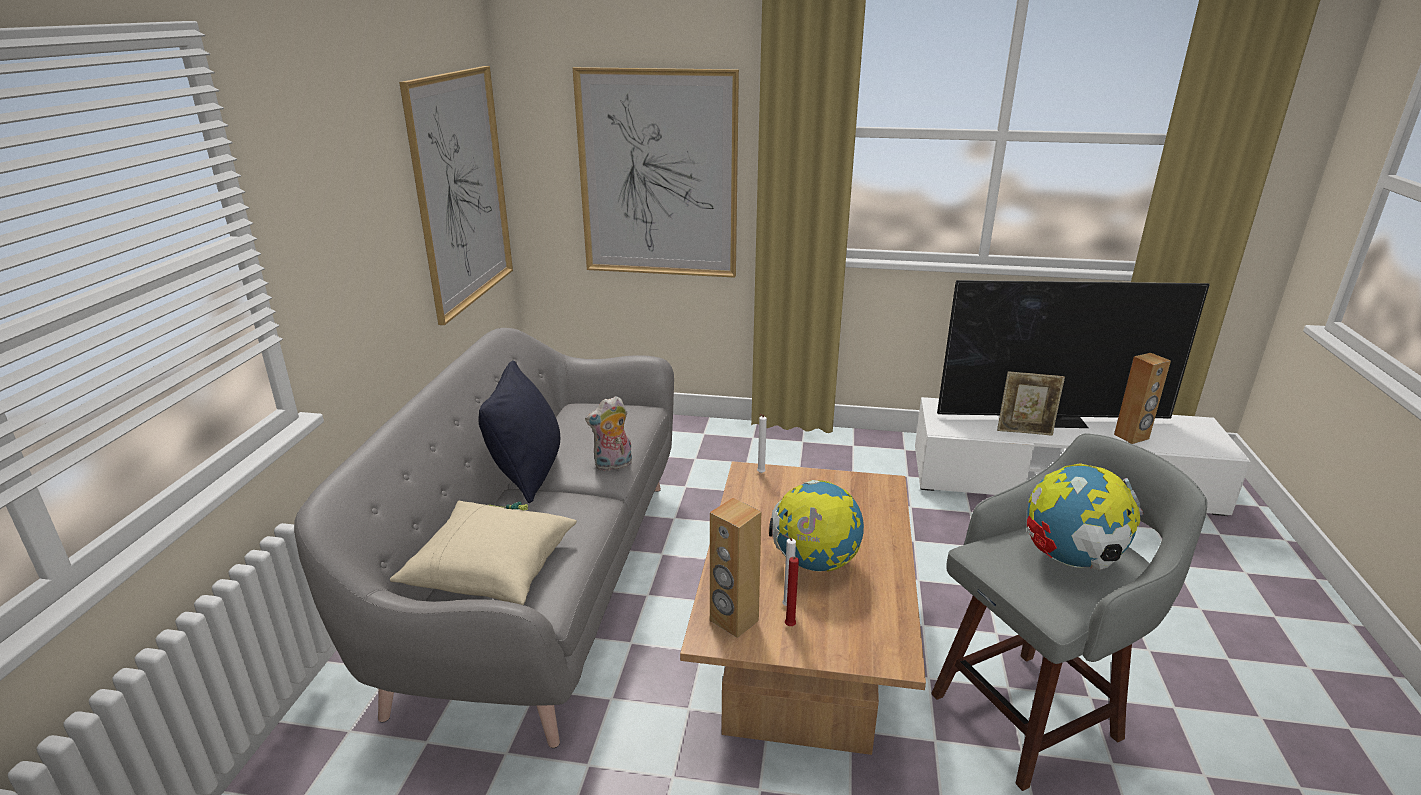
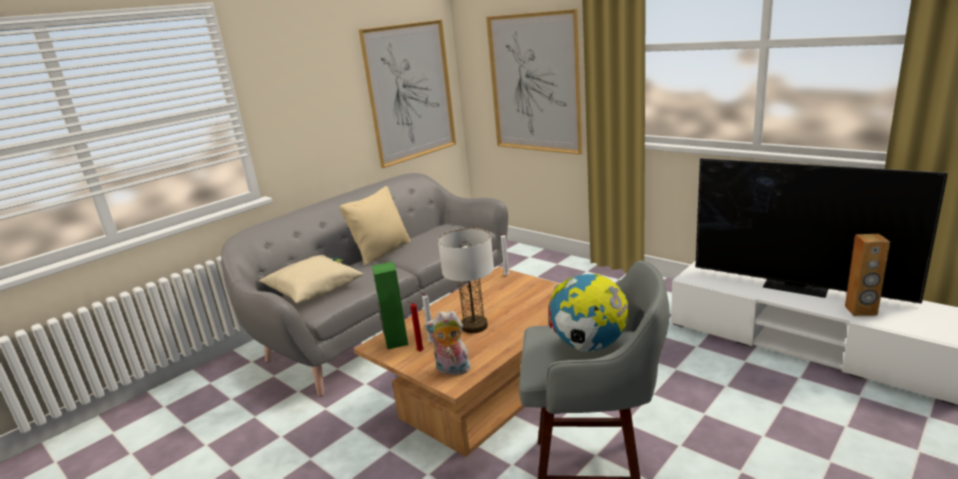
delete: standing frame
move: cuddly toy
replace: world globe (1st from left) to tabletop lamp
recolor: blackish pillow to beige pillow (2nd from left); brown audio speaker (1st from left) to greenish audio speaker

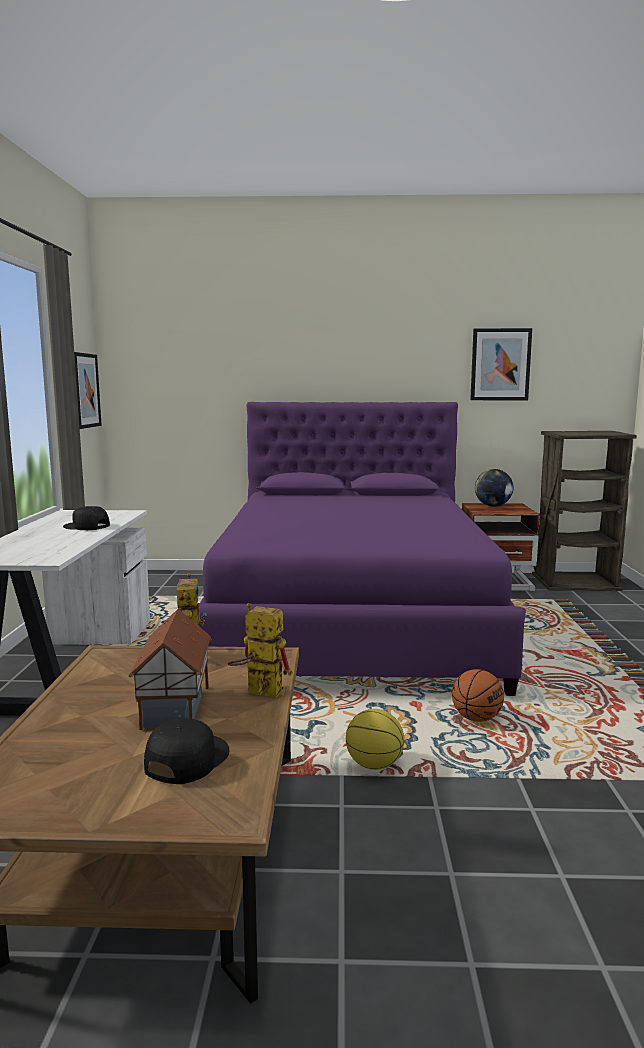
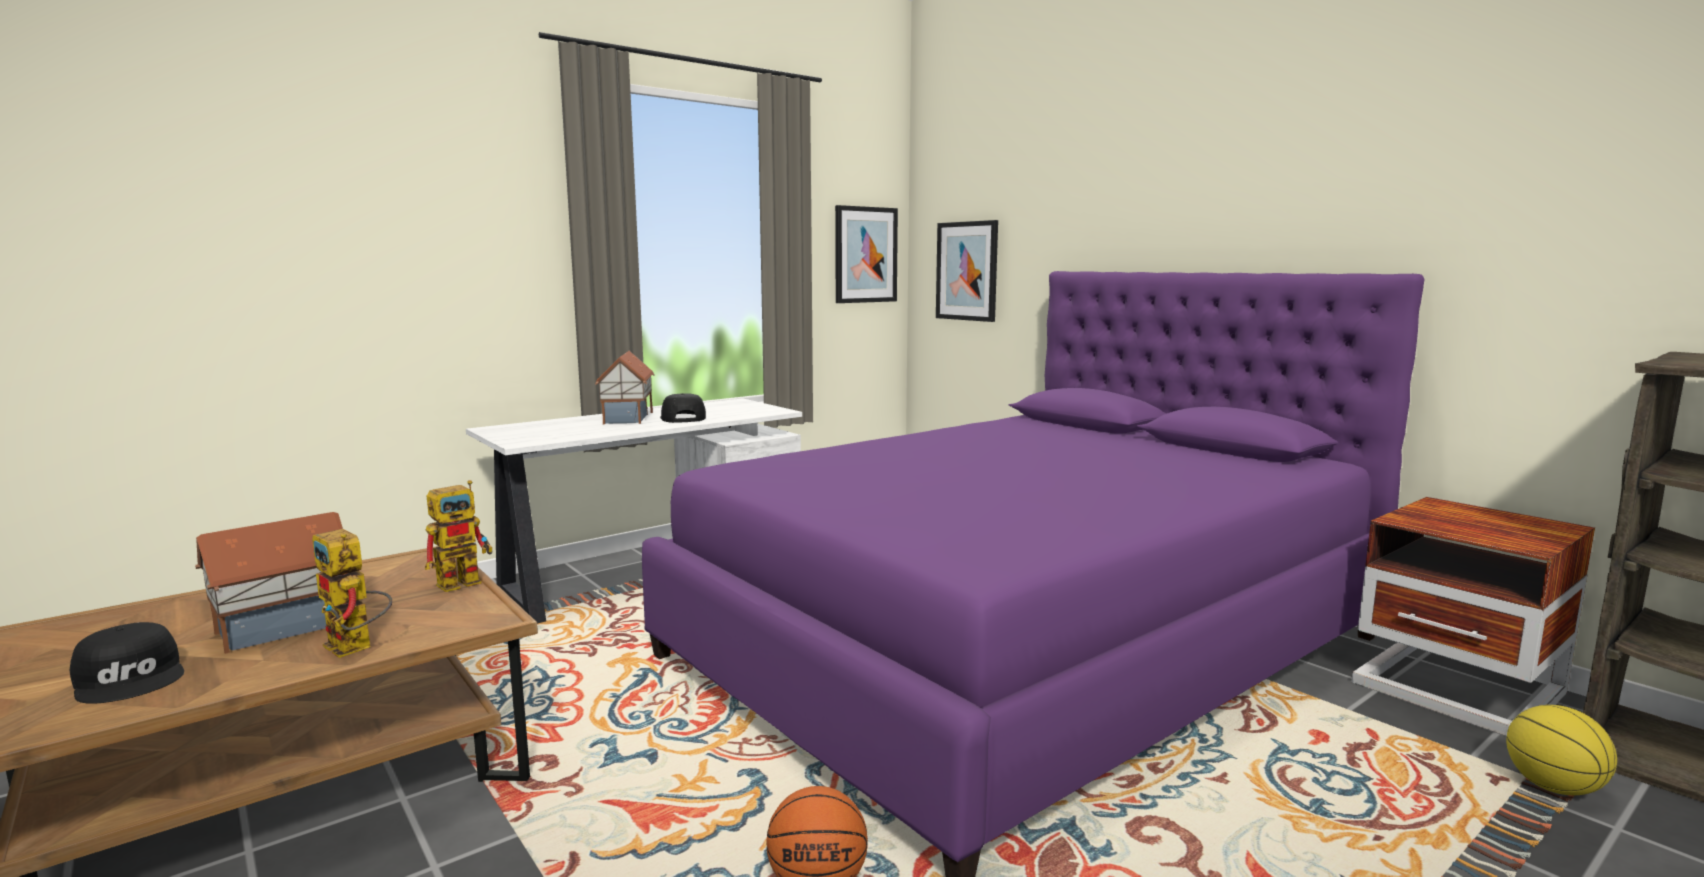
delete: world globe
insert: toy house (2nd from left)
move: wall art (2nd from left); basketball (1st from left in the first image) to basketball (2nd from left)
rotate: robot figure (2nd from left in the first image) 150 degrees clockwise; blackish baseball cap (2nd from left in the first image) 60 degrees clockwise

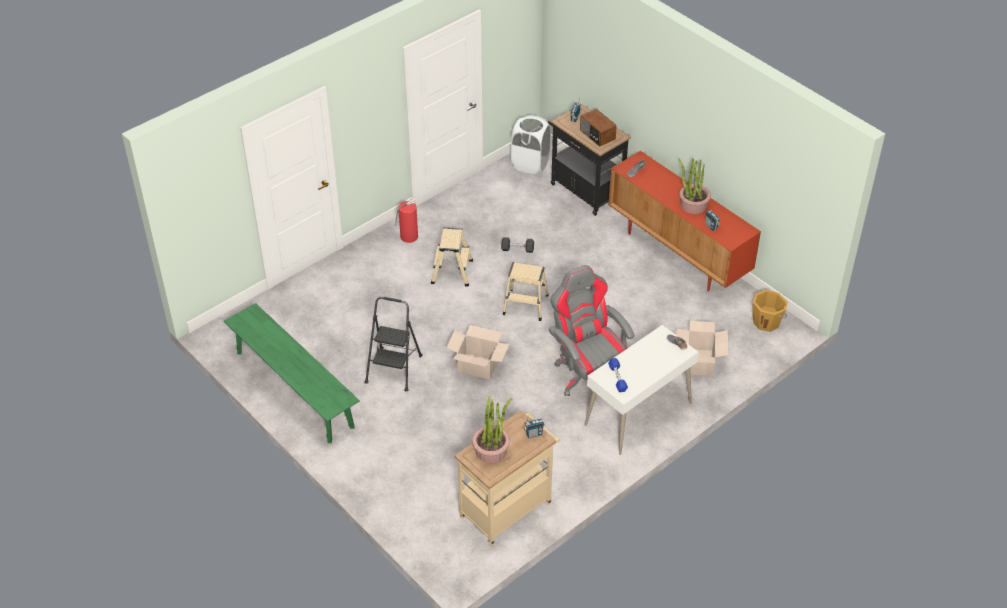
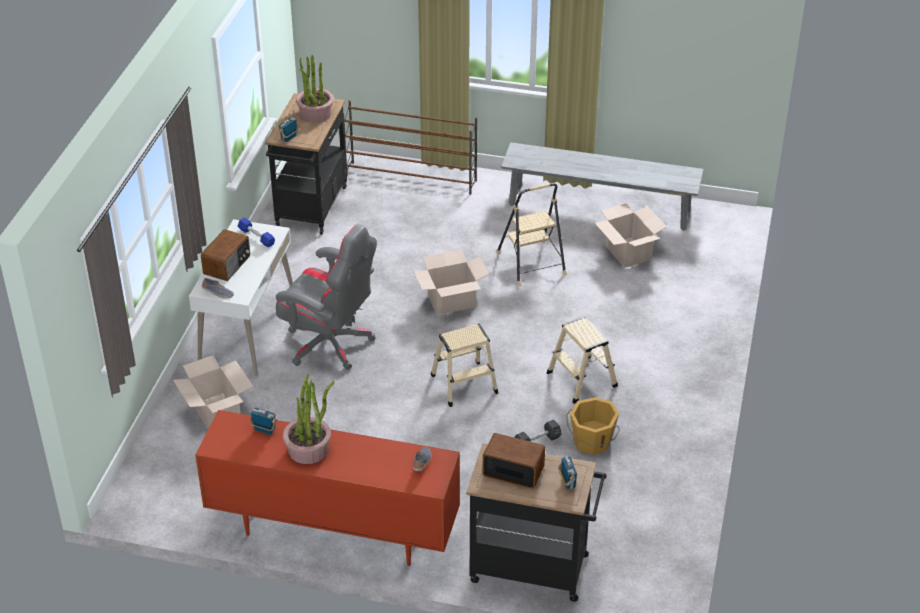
delete: white hamper; fire extinguisher
insert: brown shoe rack; carton (3rd from left); radio set (1st from left)
move: orange water bucket
recolor: blackish step stool to beige step stool (2nd from left); greenish long seat to grey long seat; beige cart to blackish cart (1st from left)

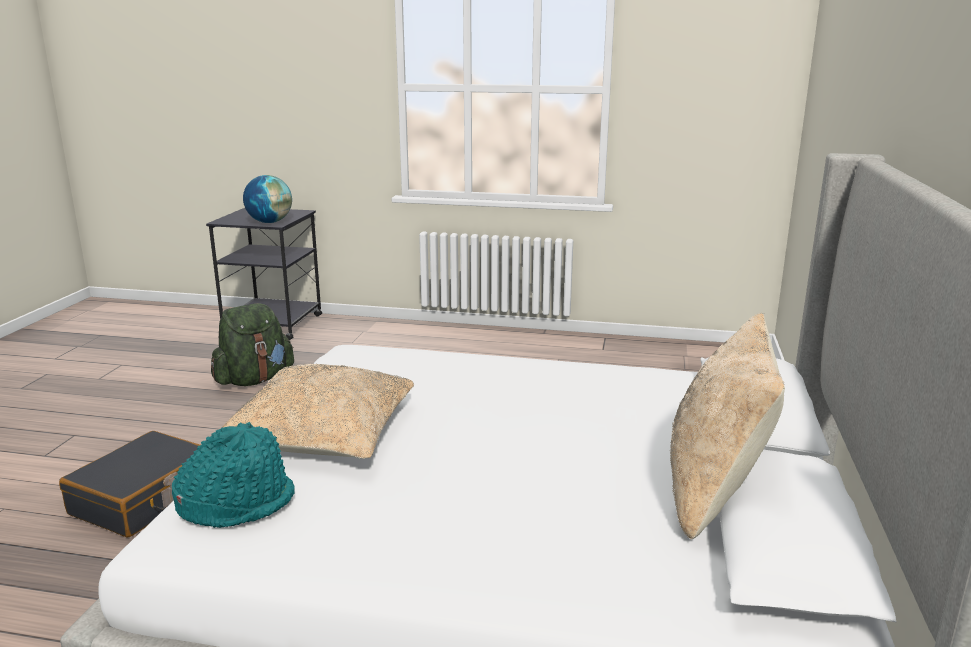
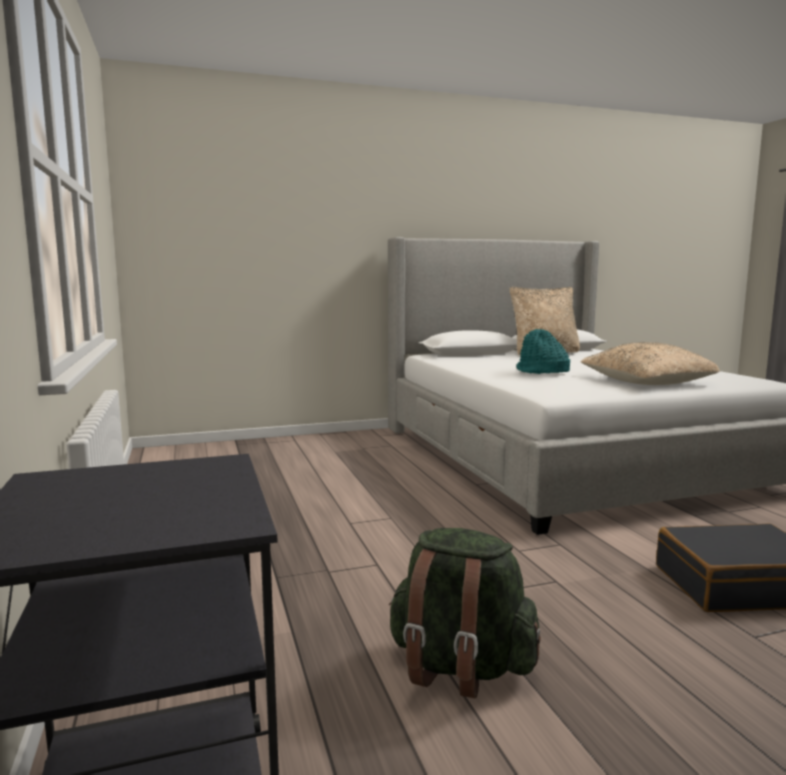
delete: world globe
move: blue-green clothing hat

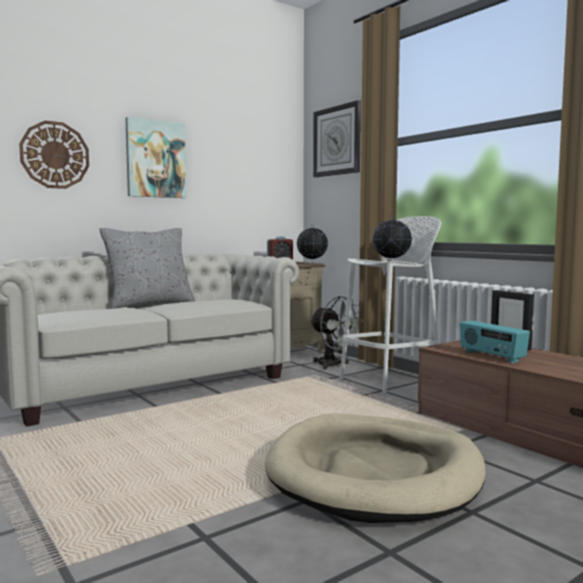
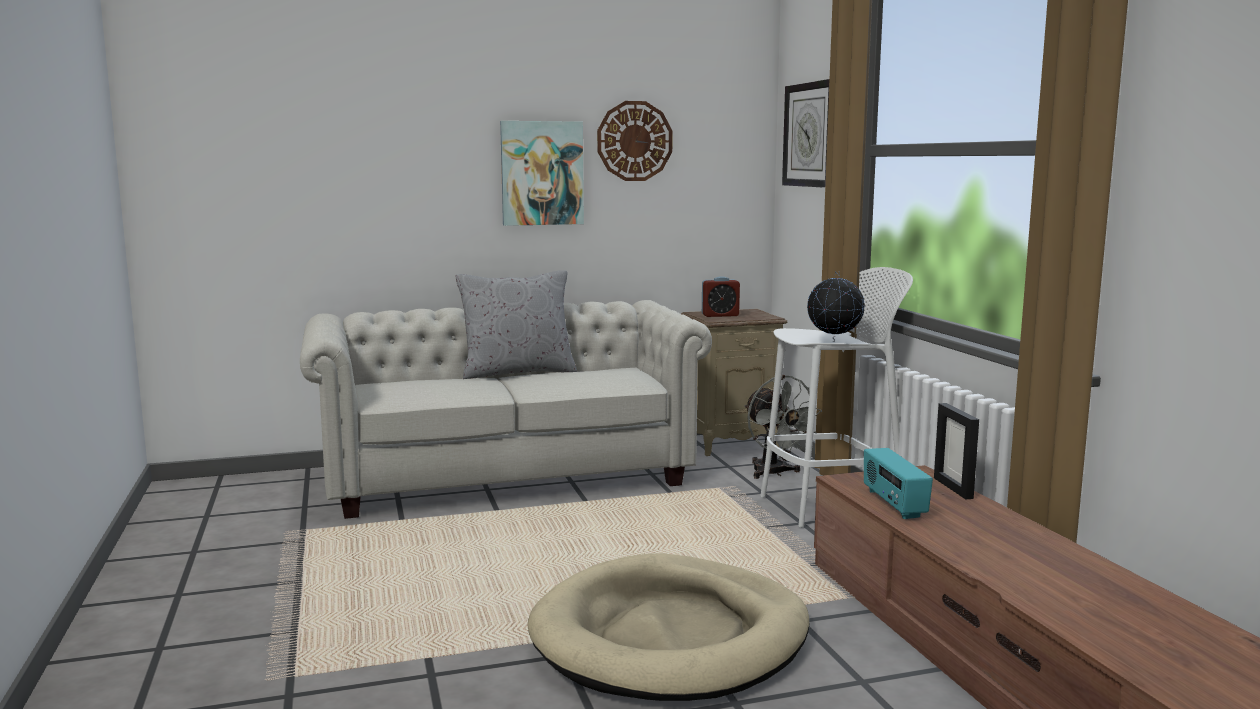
delete: world globe (1st from left)
move: wall clock (1st from left)

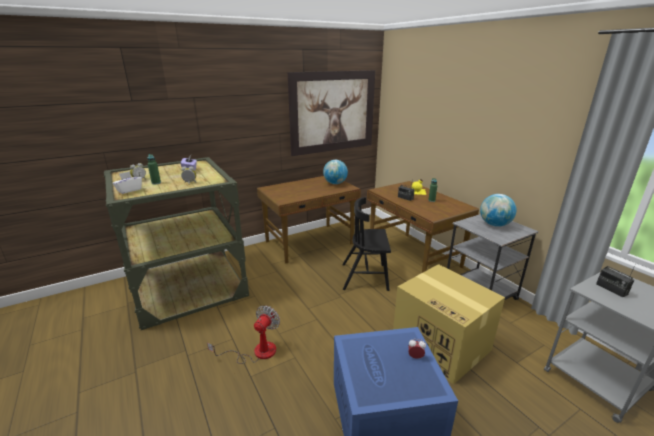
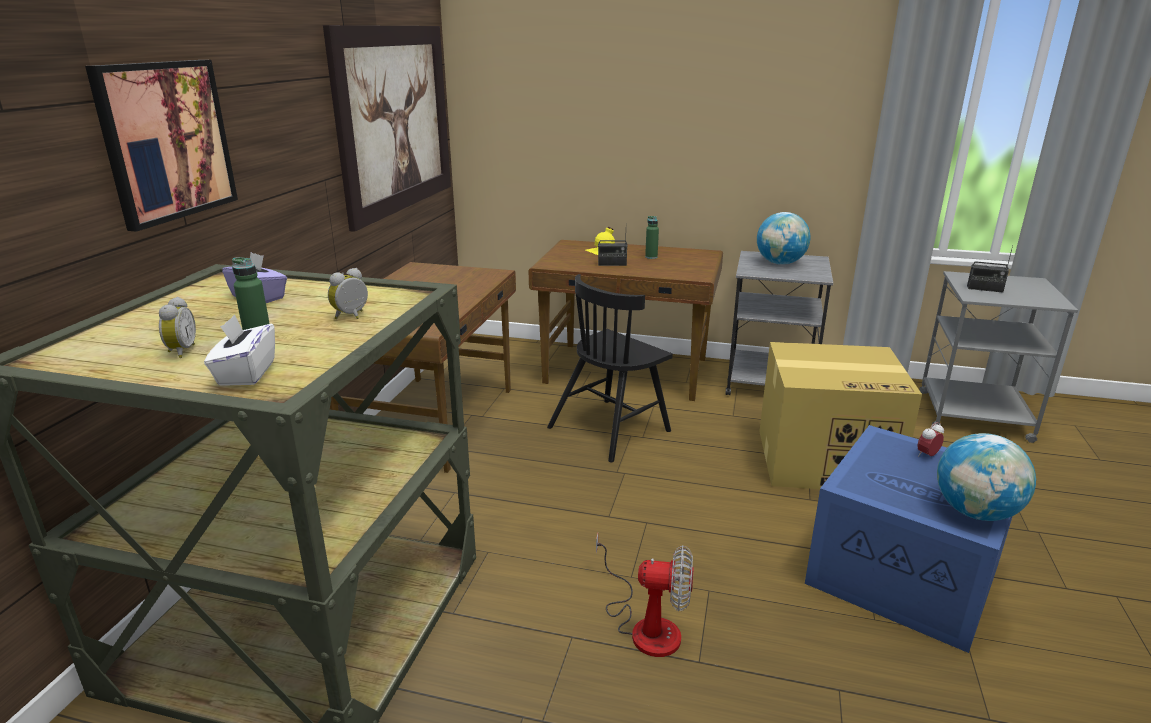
insert: wall art (1st from left)
move: world globe (1st from left in the first image) to world globe (2nd from left)
rotate: cooling fan 120 degrees clockwise

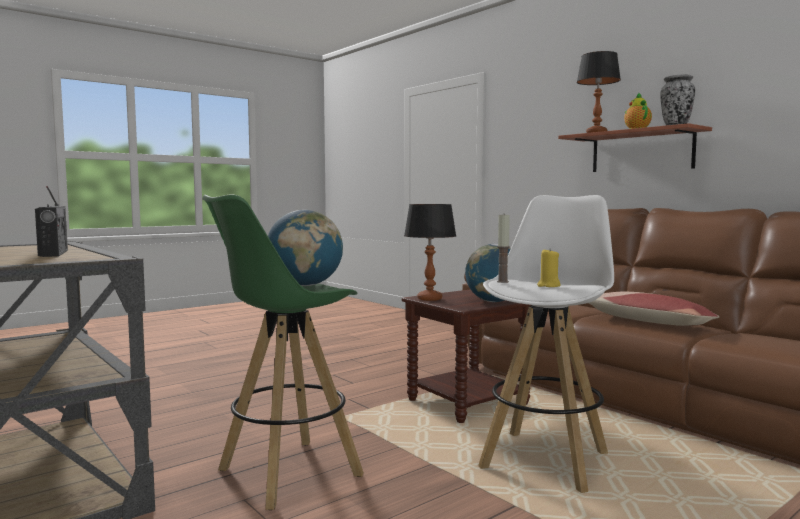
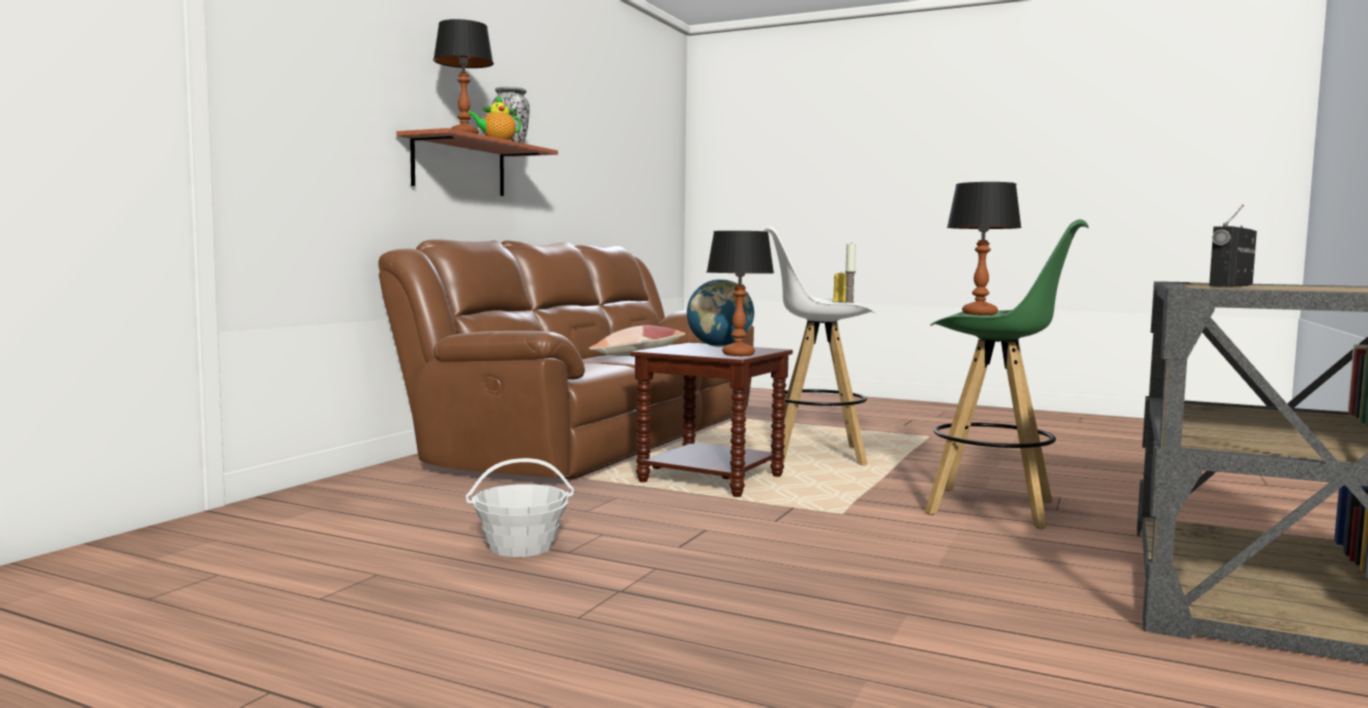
insert: storage basket
replace: world globe (1st from left) to tabletop lamp (3rd from left)

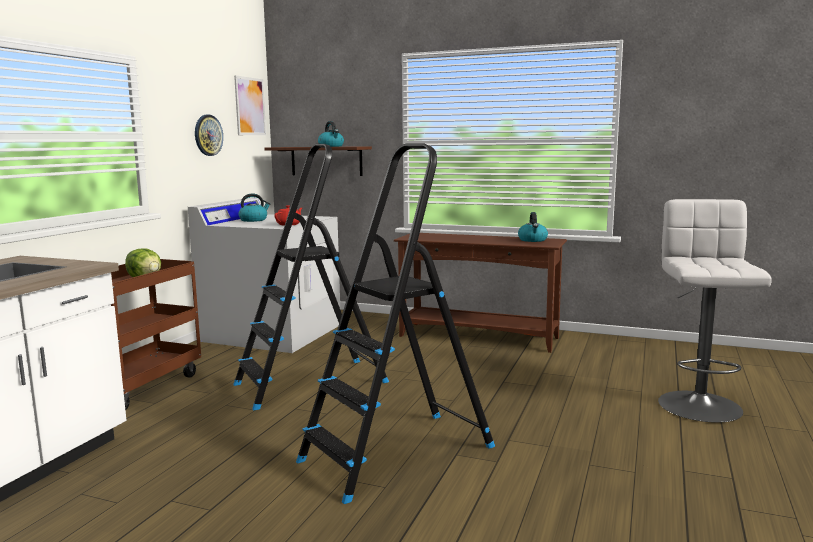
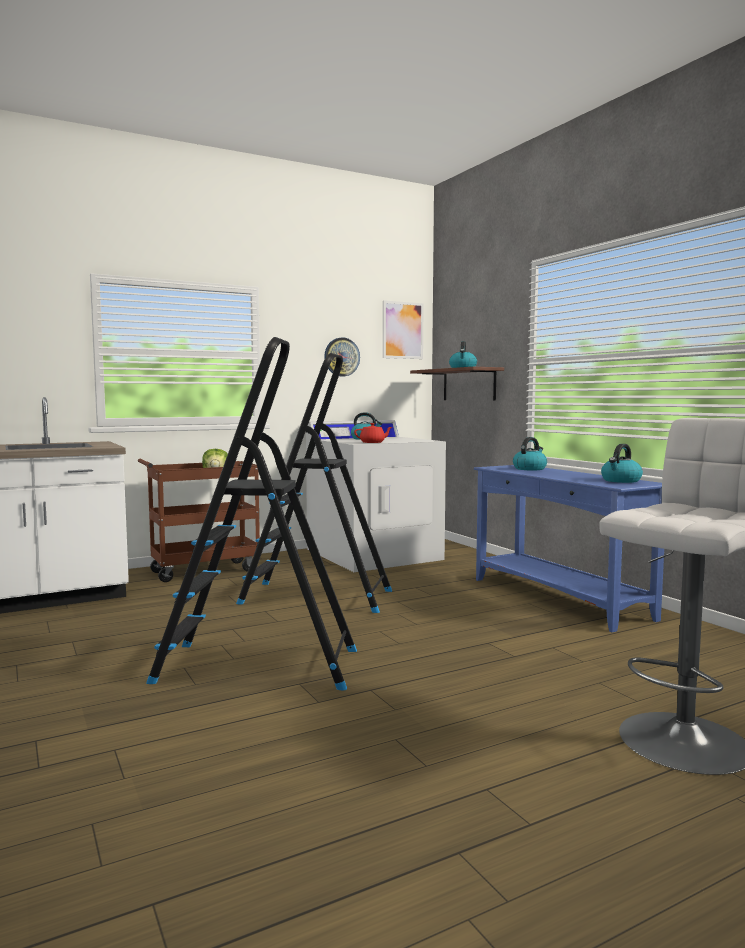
insert: kettle (3rd from left)
recolor: brown narrow table to blue narrow table

